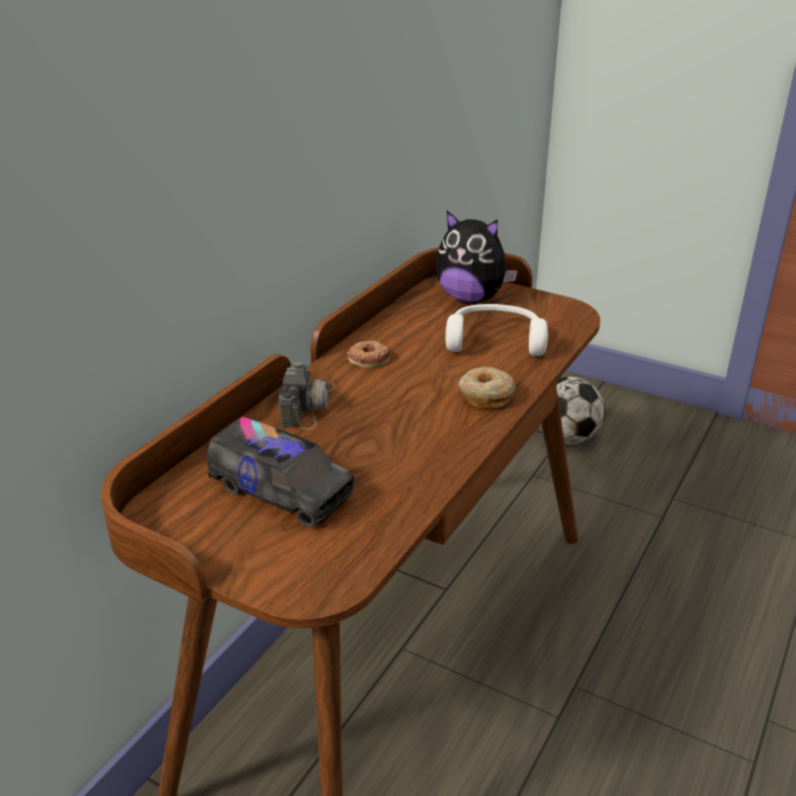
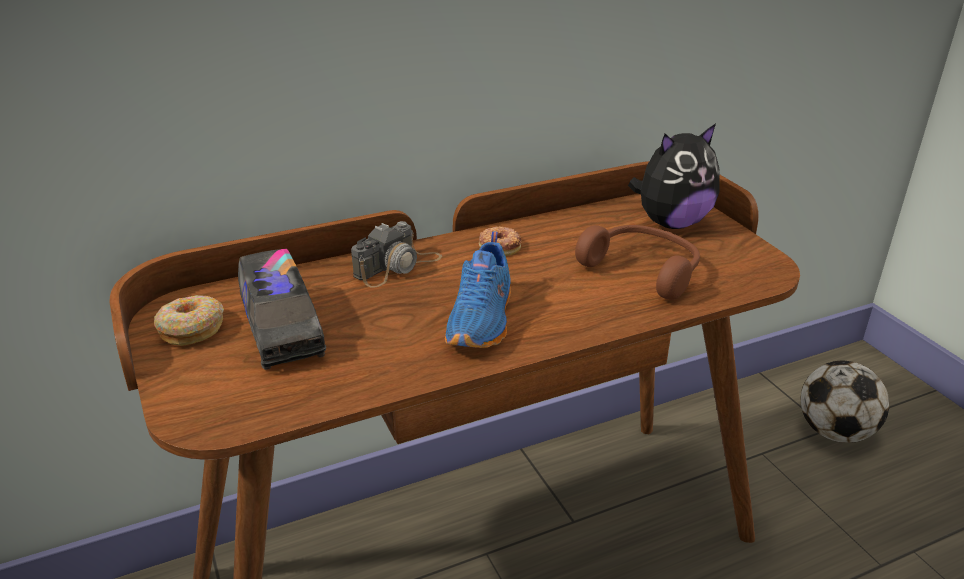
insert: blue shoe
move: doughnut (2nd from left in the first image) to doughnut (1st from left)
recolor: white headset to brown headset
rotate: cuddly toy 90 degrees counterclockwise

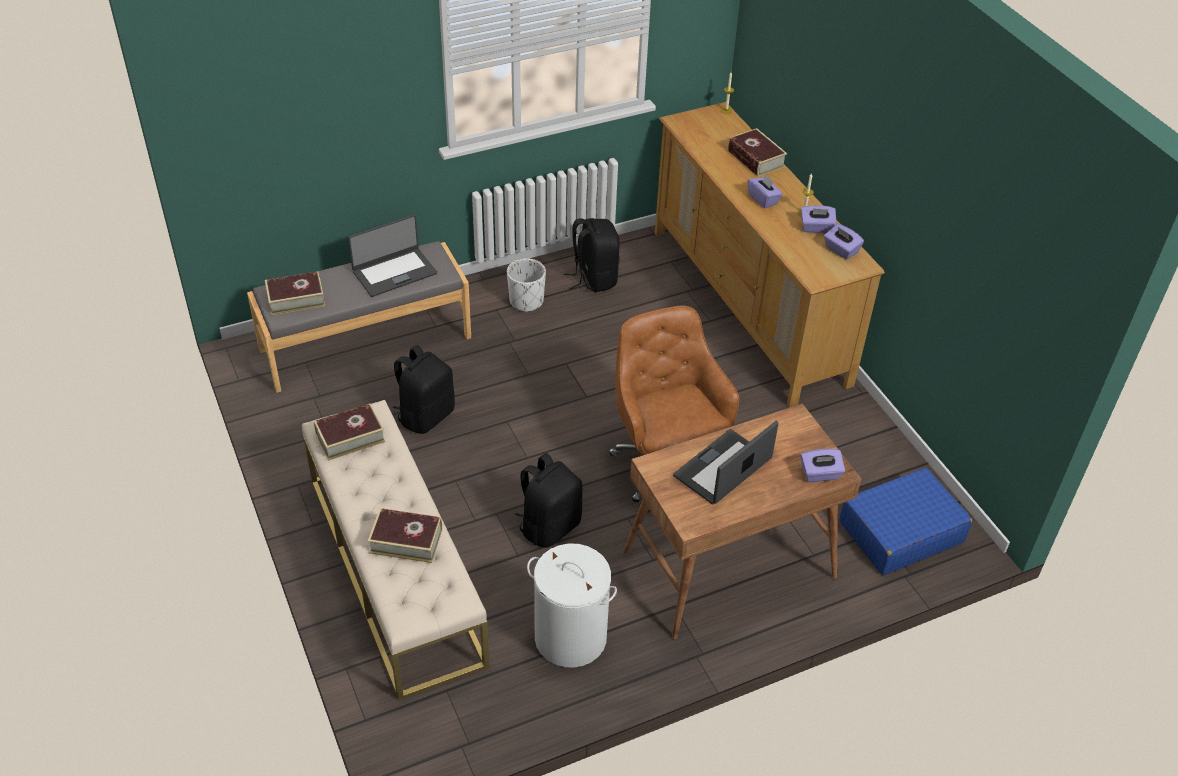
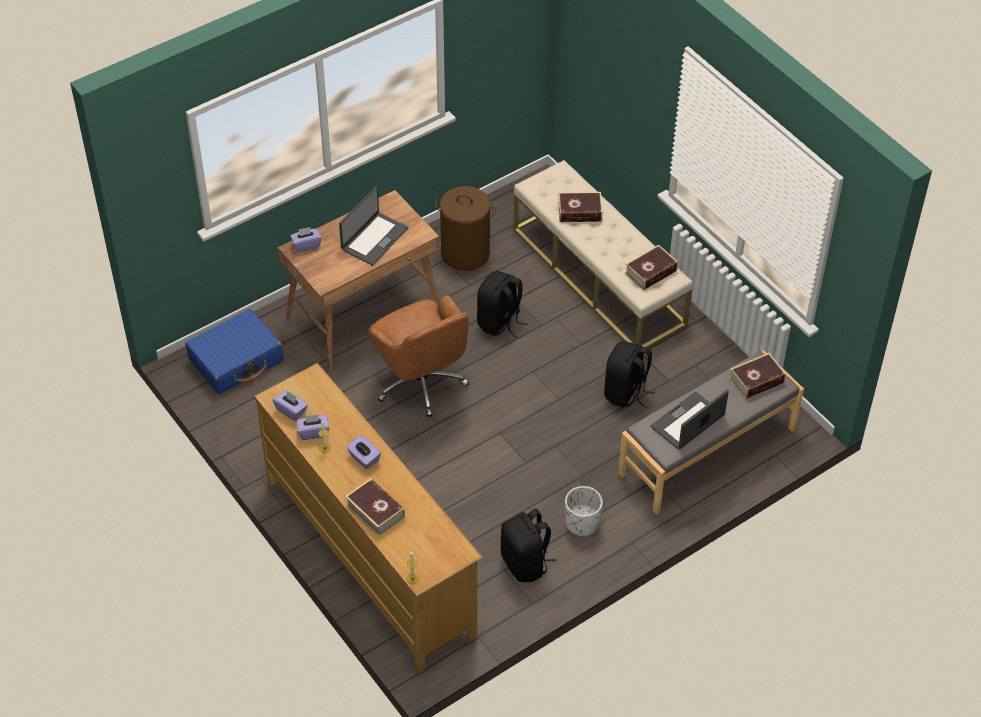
recolor: white hamper to brown hamper

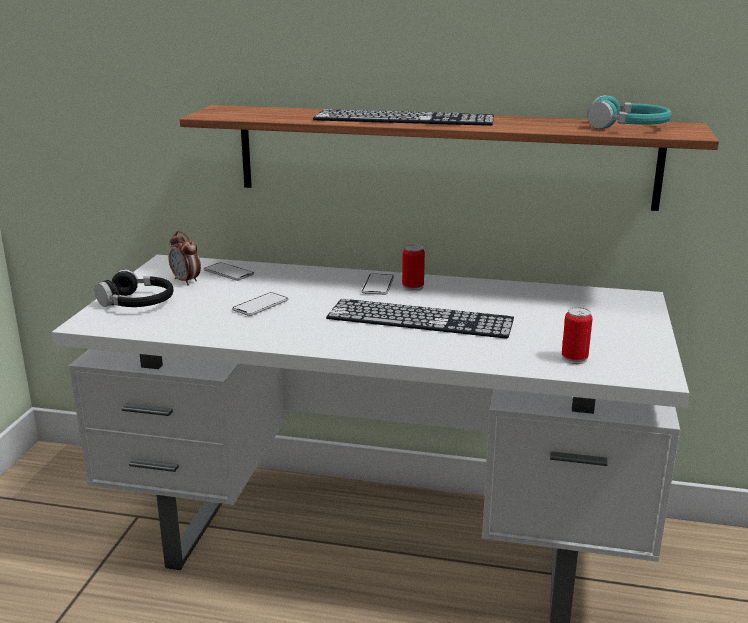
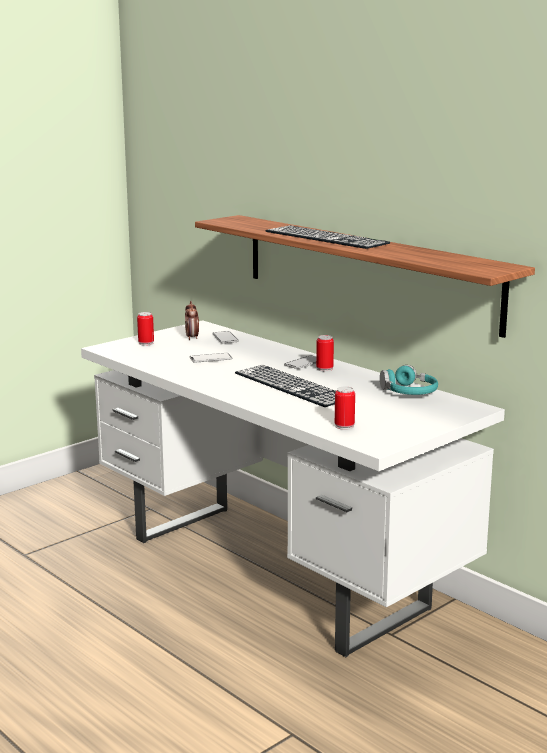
move: blue-green headset
replace: blackish headset to sealed can (1st from left)

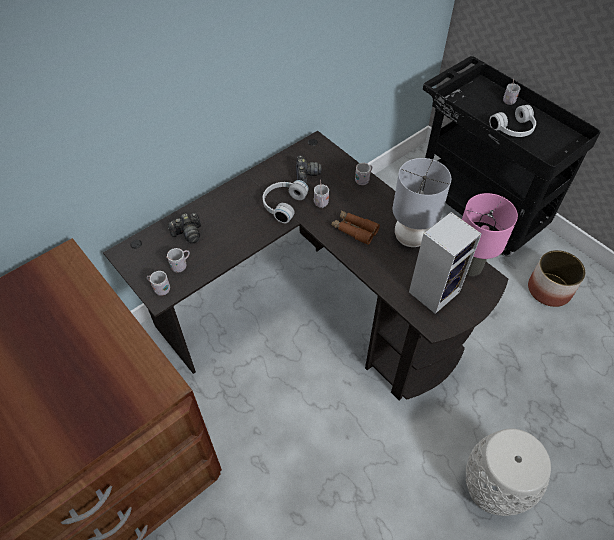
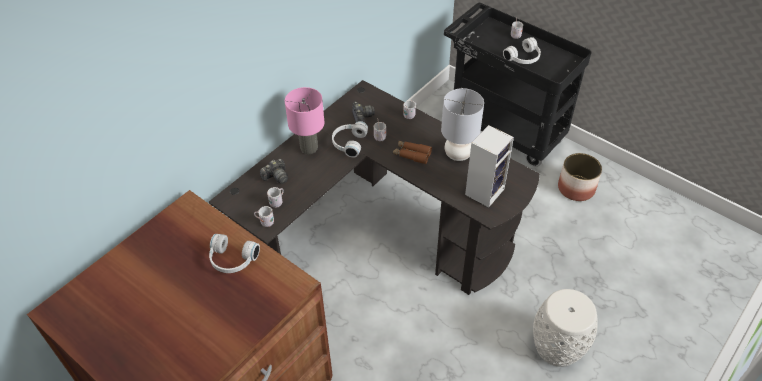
insert: white headset (1st from left)
move: pink tabletop lamp

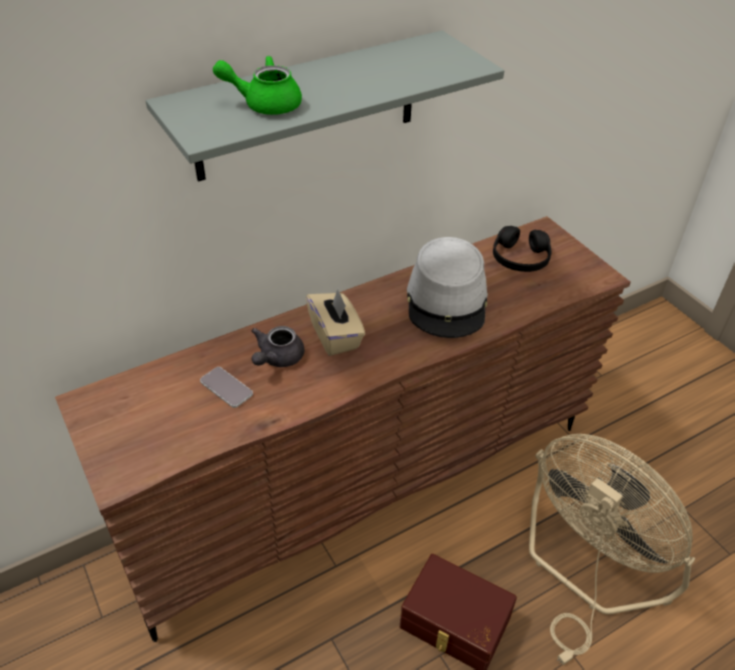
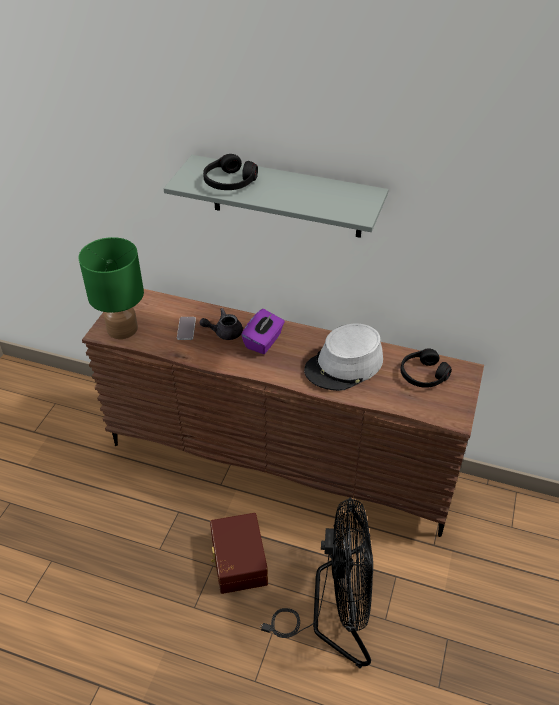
insert: greenish tabletop lamp
replace: greenish pot for tea to blackish headset (1st from left)
recolor: beige tissue box to purplish tissue box; beige cooling fan to blackish cooling fan

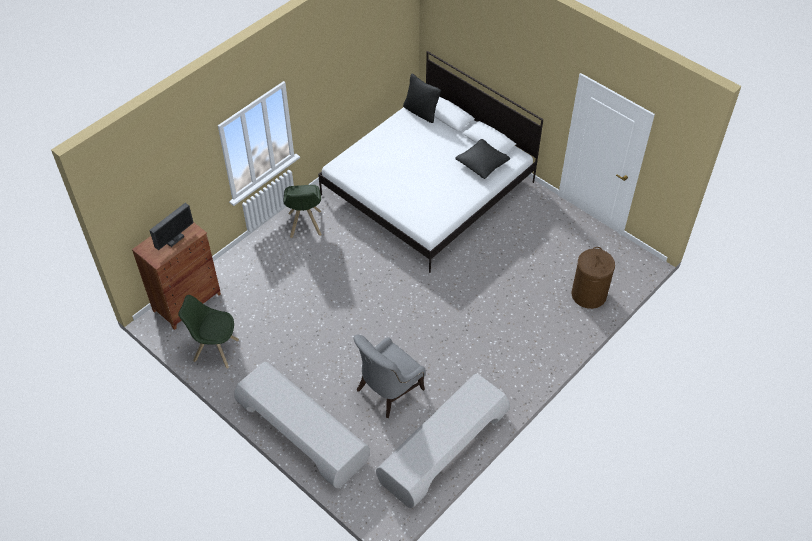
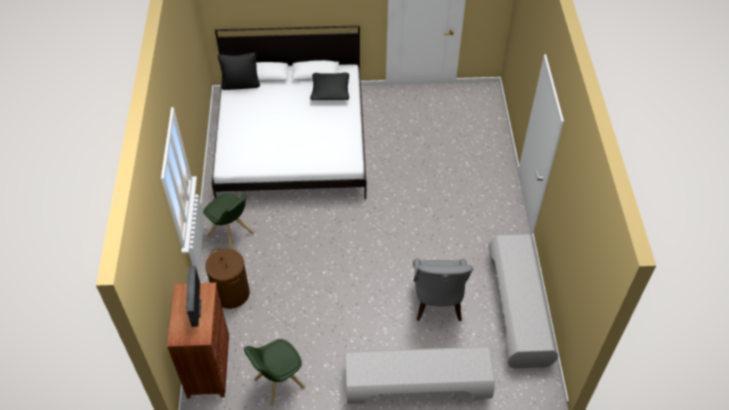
move: brown hamper

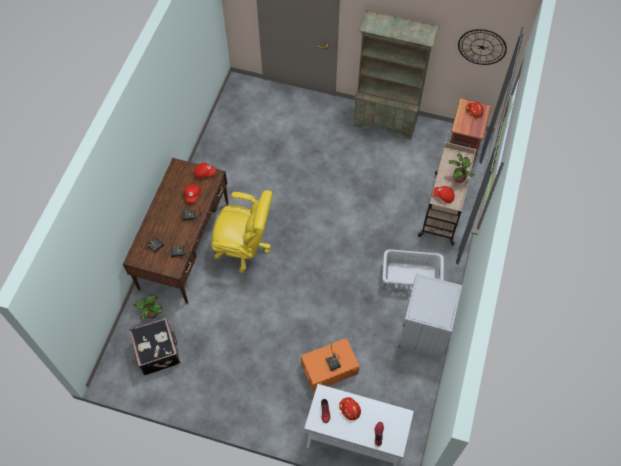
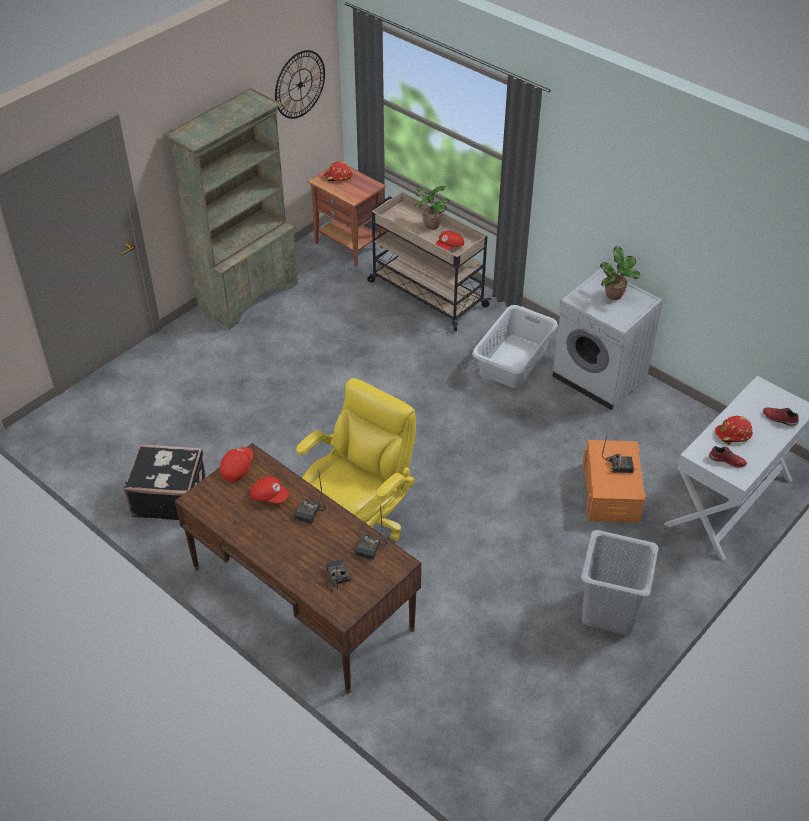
insert: grey hamper (2nd from left)
move: potted plant (1st from left in the first image) to potted plant (2nd from left); blackish travel case

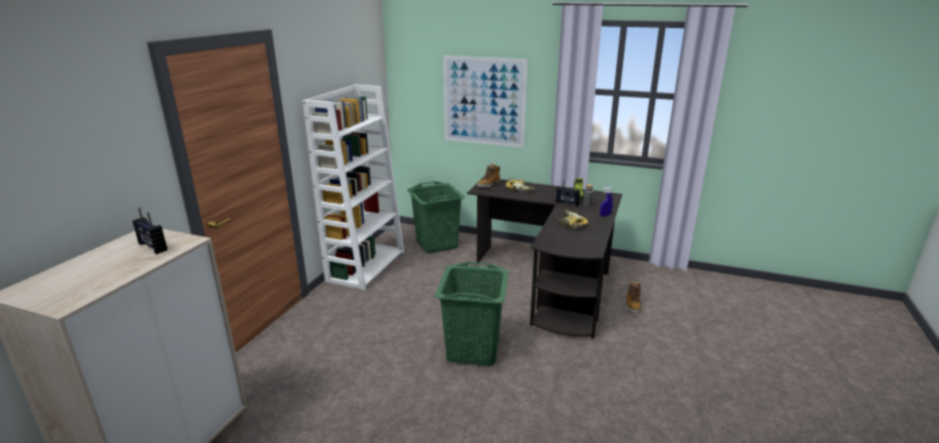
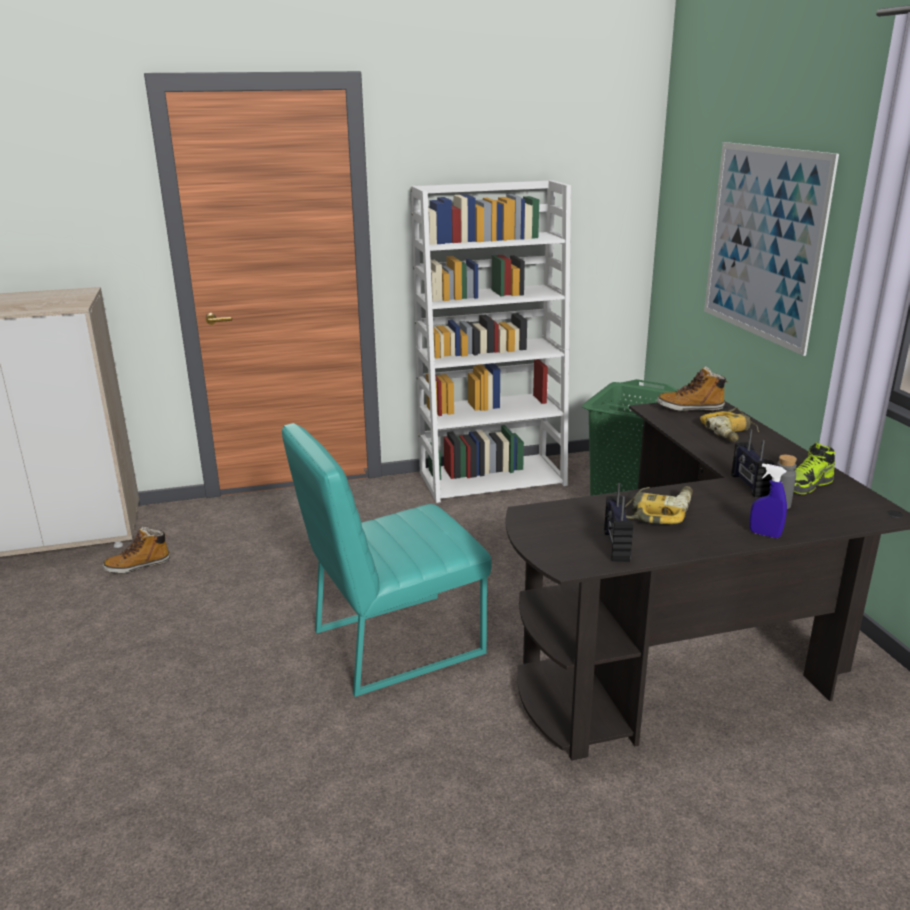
move: radio set (1st from left); high-top boot (2nd from left in the first image) to high-top boot (1st from left)
replace: greenish hamper (2nd from left) to blue-green plain chair

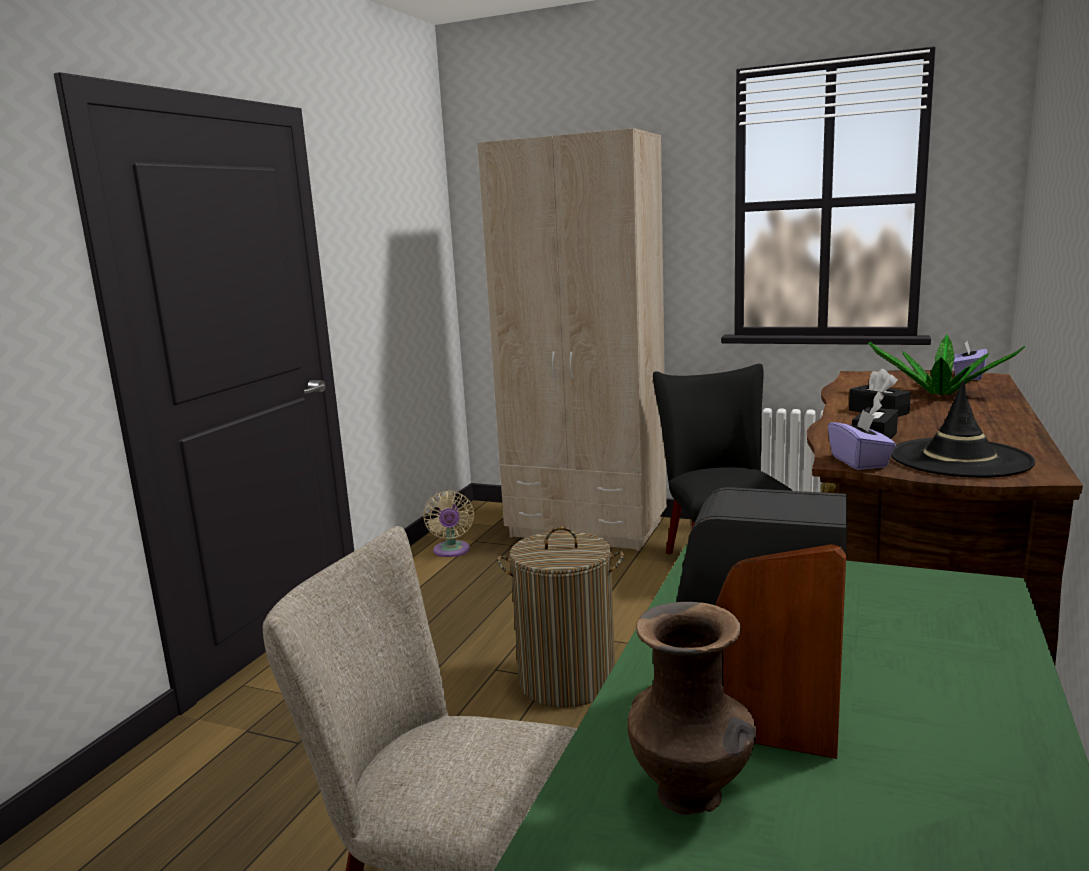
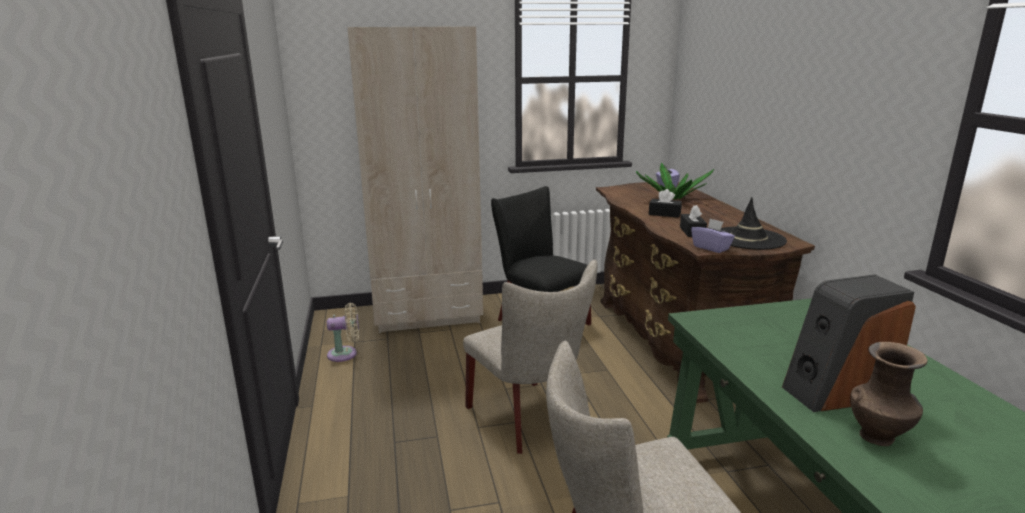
replace: hamper to beige plain chair (1st from left)
rotate: beige cooling fan 60 degrees counterclockwise

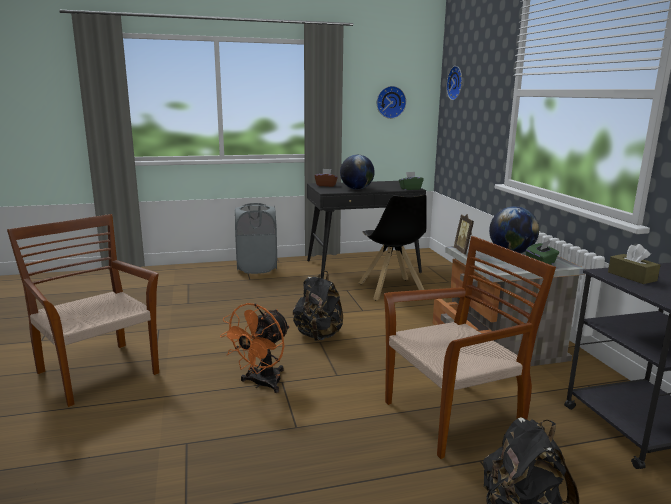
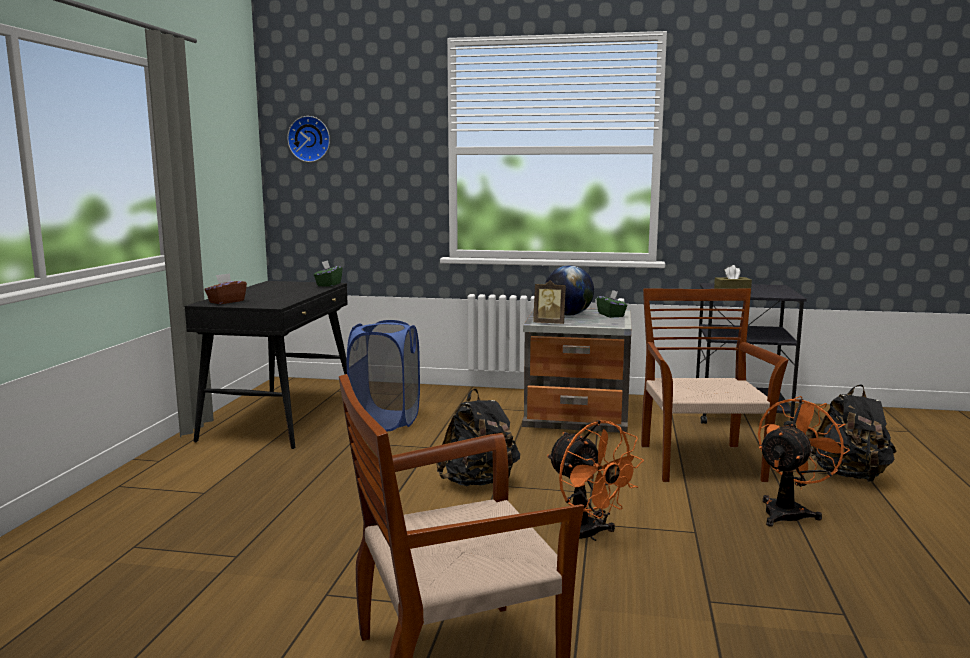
delete: wall clock (1st from left); world globe (1st from left); grey hamper
insert: orange cooling fan (2nd from left)
replace: blackish plain chair to blue hamper

